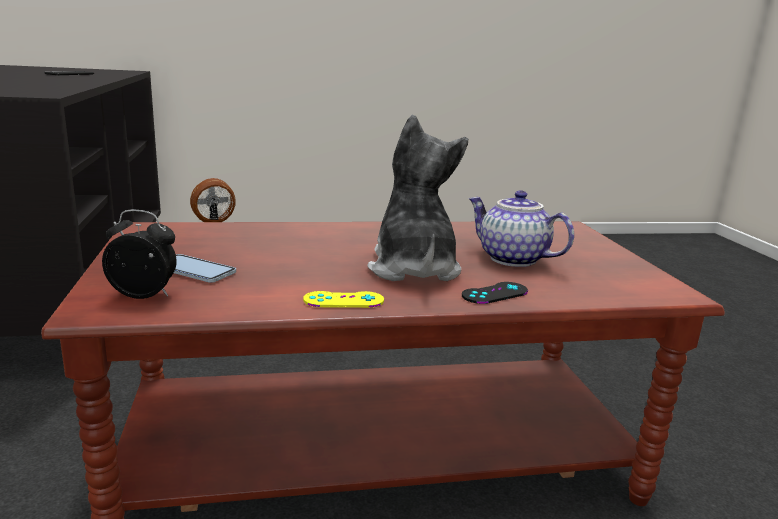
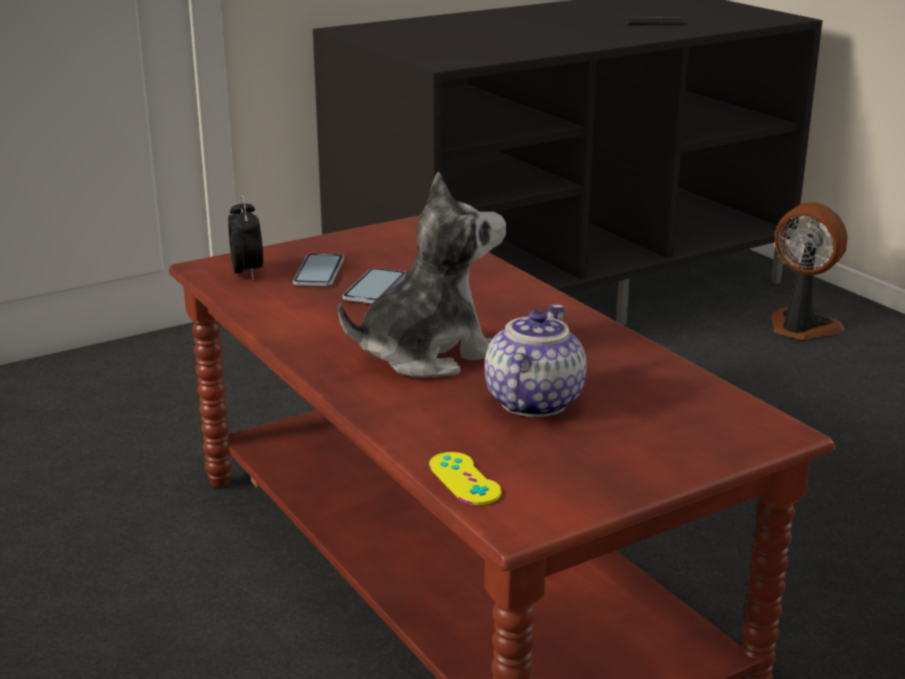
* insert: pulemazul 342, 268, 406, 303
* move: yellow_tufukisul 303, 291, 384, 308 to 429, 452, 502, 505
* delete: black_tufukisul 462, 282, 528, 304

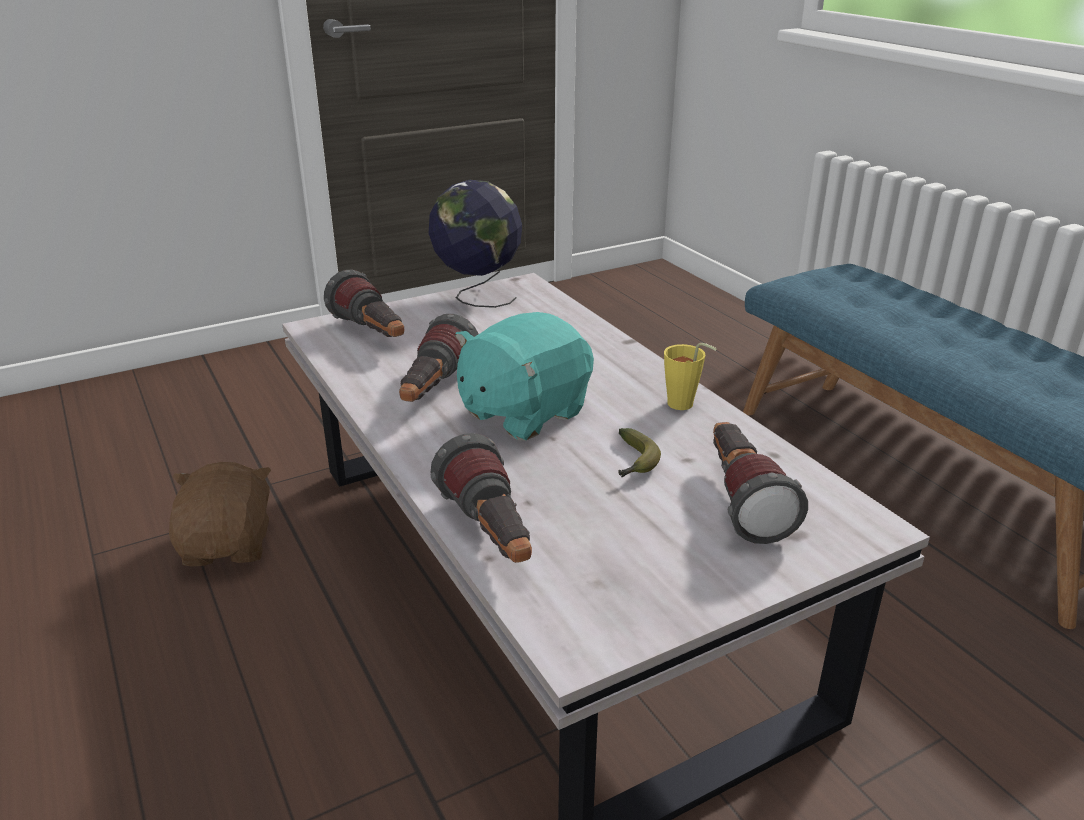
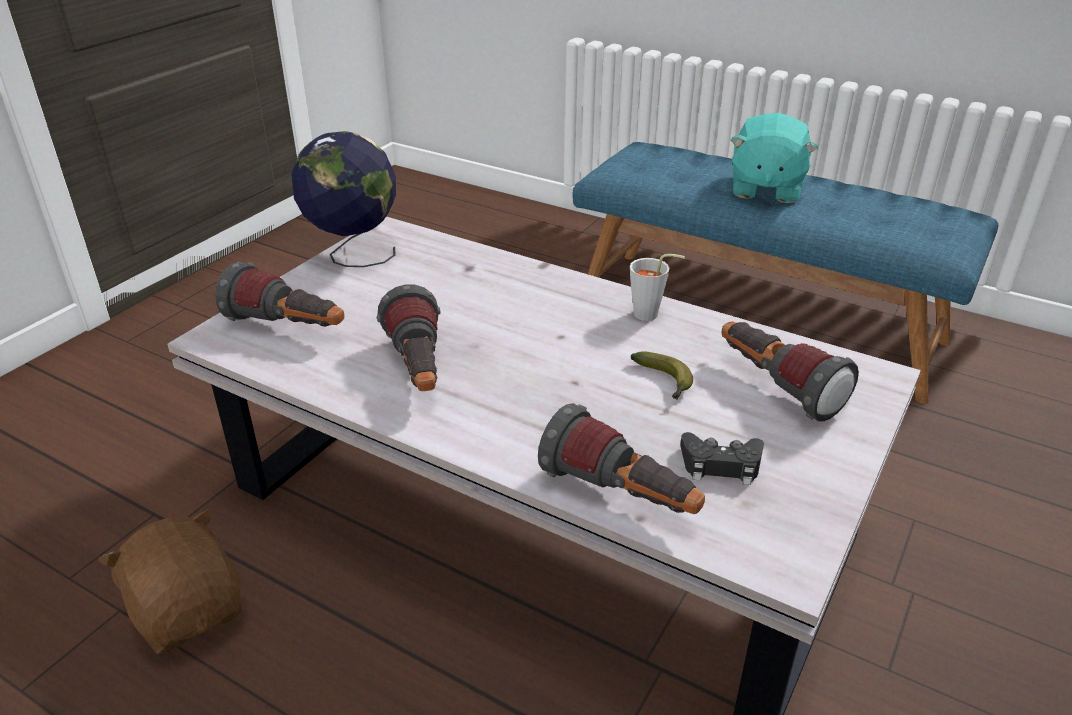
* recolor: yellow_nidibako 664, 343, 717, 410 to grey_nidibako 630, 254, 685, 321
* insert: black_tufukisul 680, 432, 764, 485
* move: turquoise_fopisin 455, 312, 594, 440 to 731, 113, 818, 203

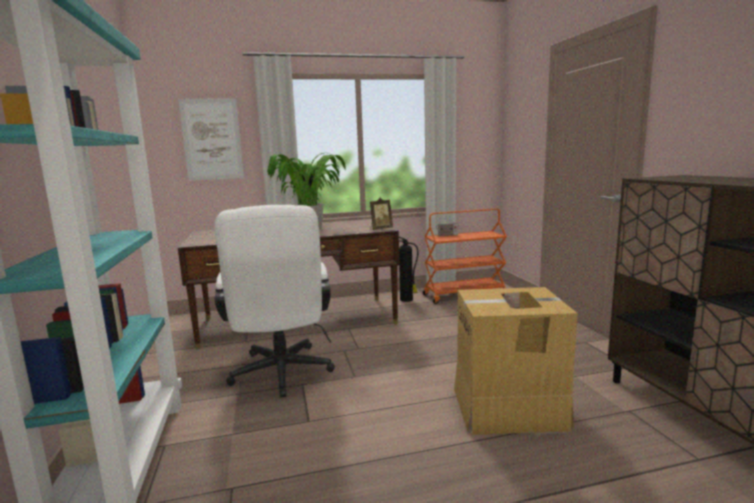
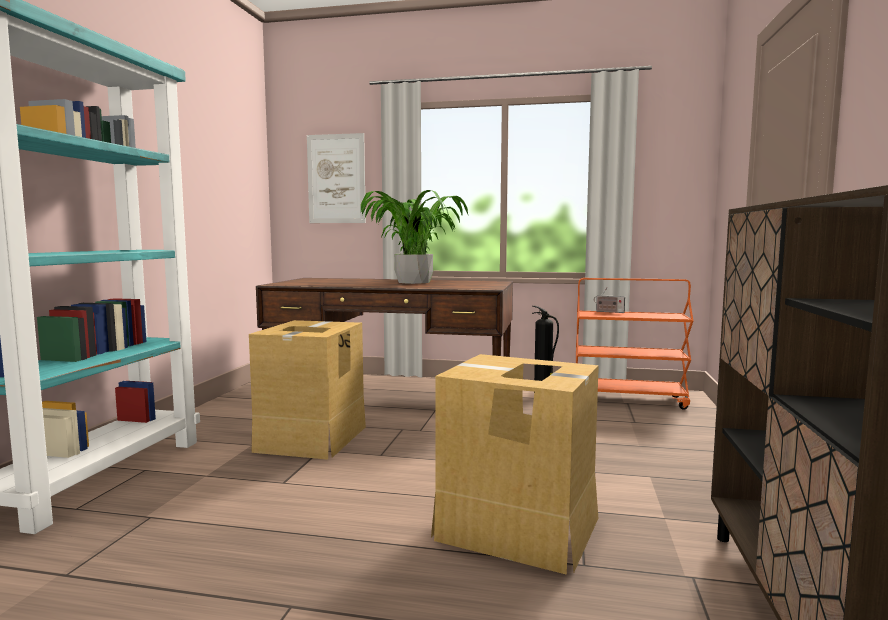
* replace: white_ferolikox 214, 205, 335, 398 to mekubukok 249, 320, 366, 460
* delete: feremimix 370, 198, 393, 230

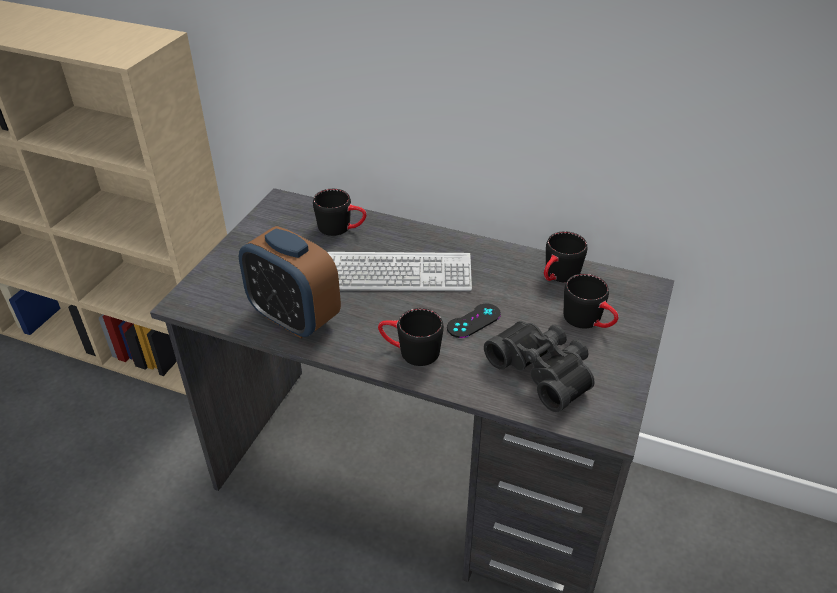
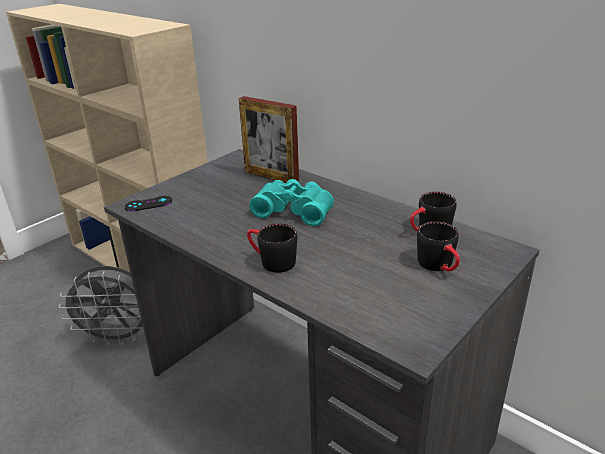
* insert: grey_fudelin 59, 266, 143, 346
* move: black_tufukisul 447, 304, 501, 338 to 125, 196, 172, 211
* replace: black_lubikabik 313, 189, 366, 236 to feremimix 239, 96, 299, 183
* replace: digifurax 327, 252, 472, 291 to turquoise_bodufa 249, 179, 334, 226
* delete: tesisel 239, 226, 341, 338
* delete: black_bodufa 484, 321, 595, 412

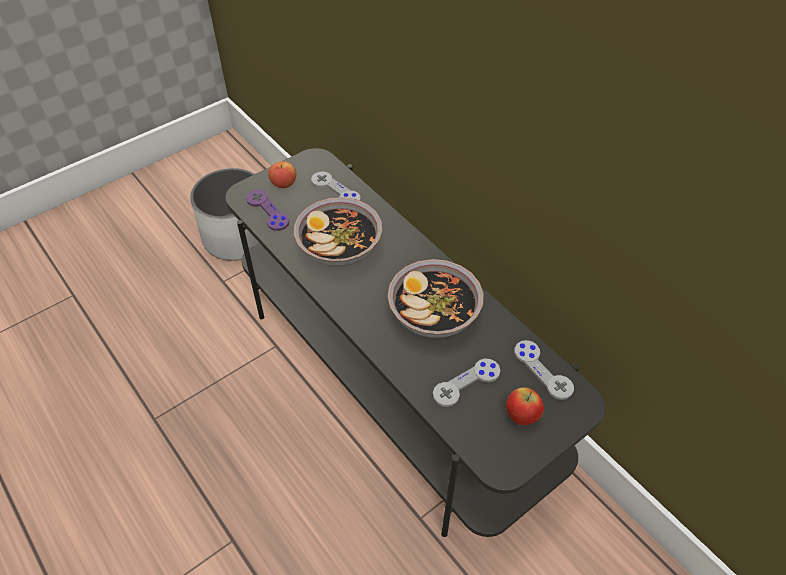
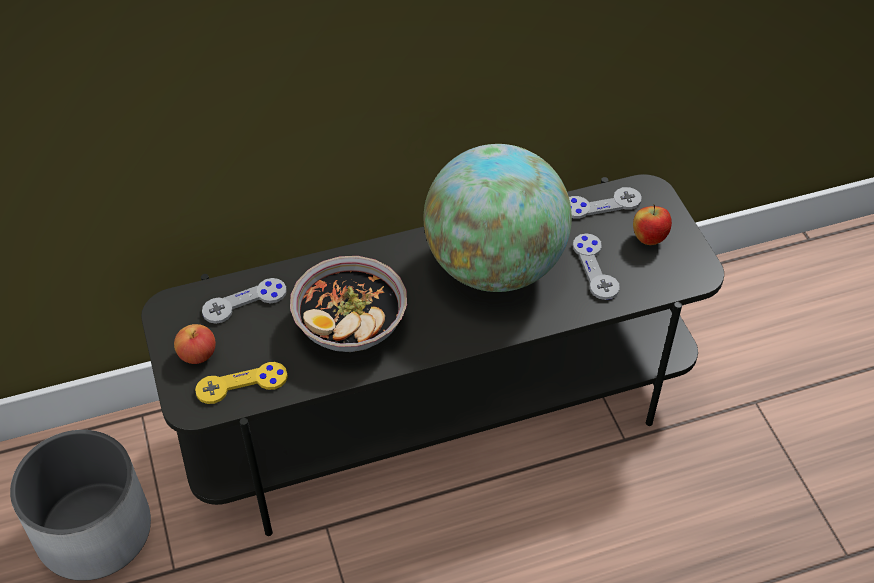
* recolor: purple_tufukisul 246, 190, 289, 231 to yellow_tufukisul 195, 362, 288, 404
* replace: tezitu 387, 259, 484, 338 to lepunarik 424, 144, 572, 292

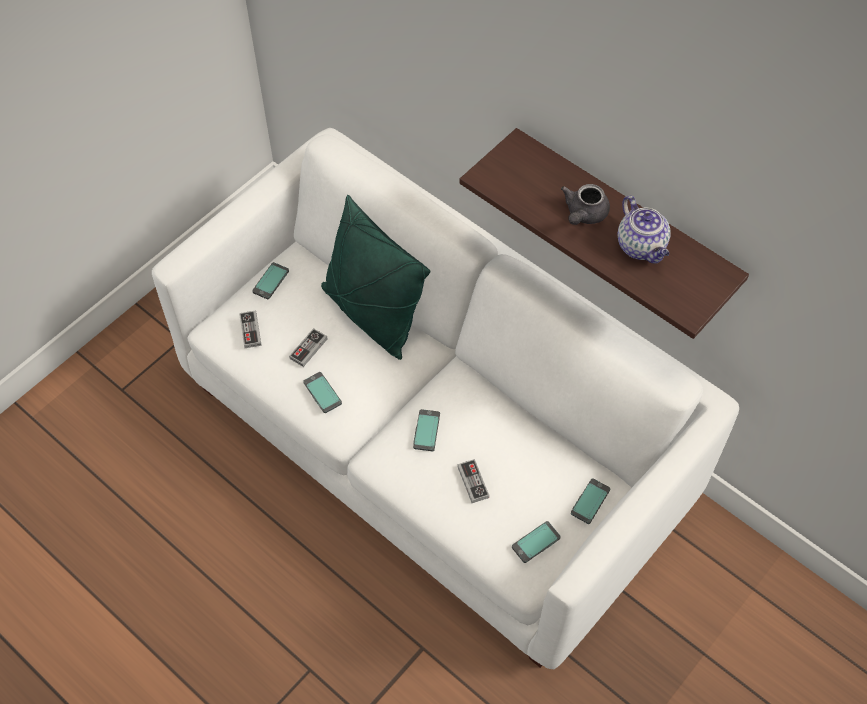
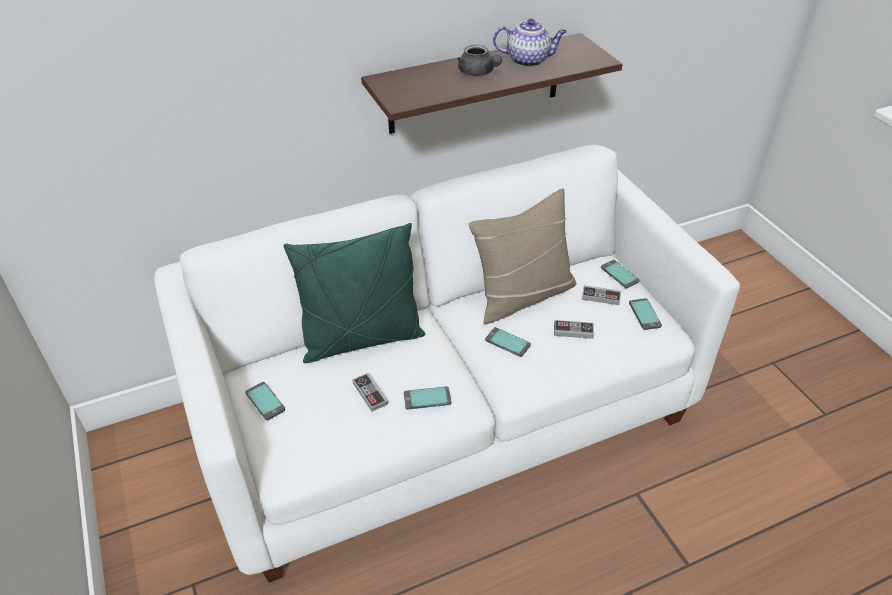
* insert: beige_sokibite 469, 188, 577, 324
* move: tufukisul 239, 310, 262, 348 to 582, 285, 621, 305

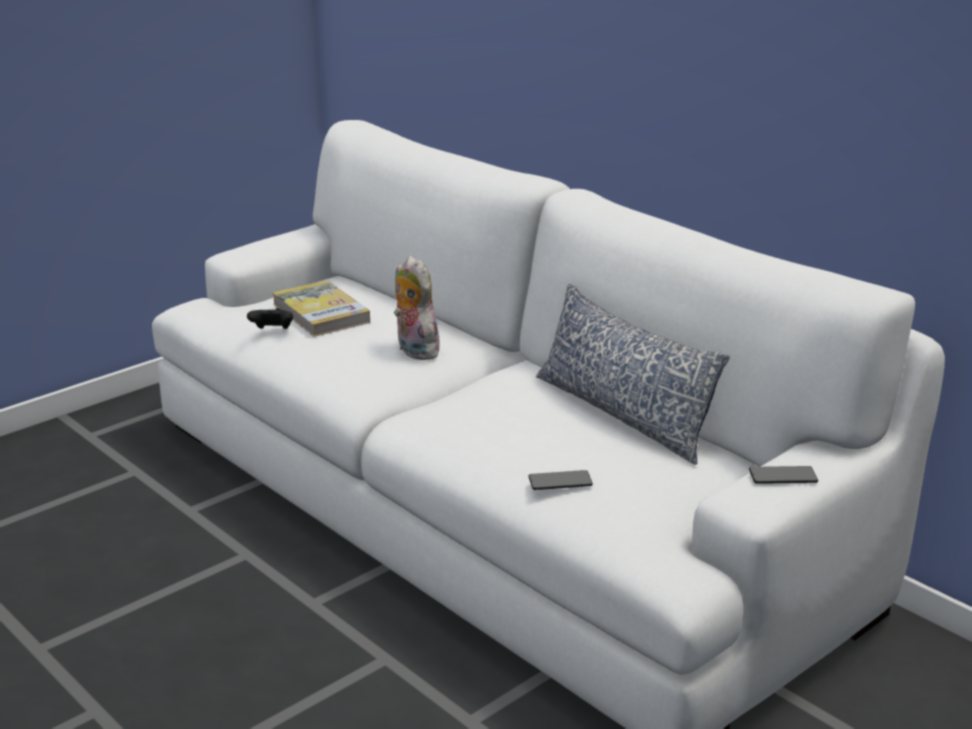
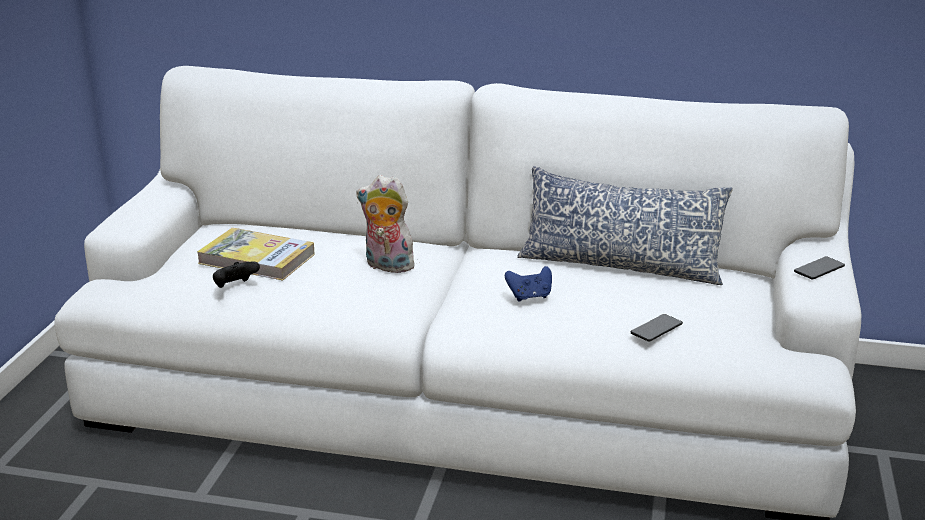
* insert: blue_tufukisul 505, 266, 552, 302

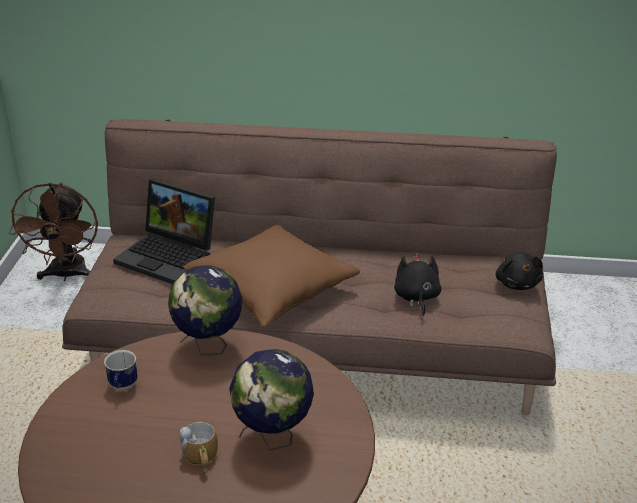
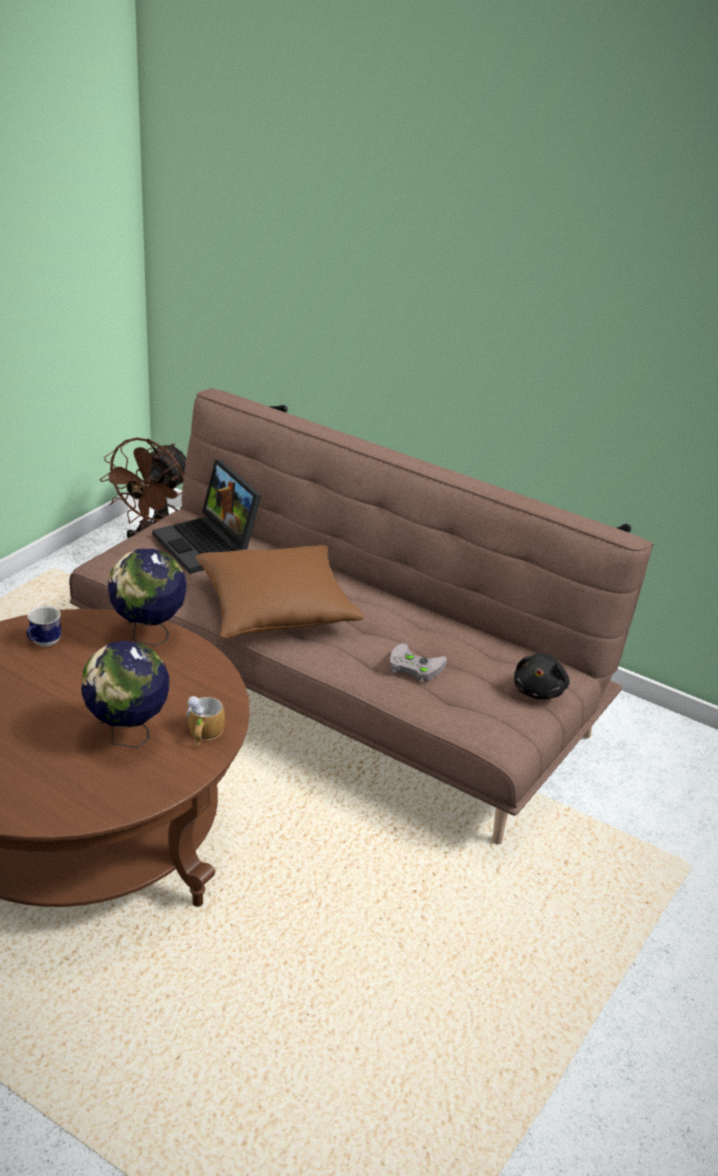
* move: lubikabik 179, 422, 218, 472 to 186, 696, 225, 745
* replace: black_fopisin 394, 253, 441, 317 to grey_tufukisul 390, 643, 447, 683

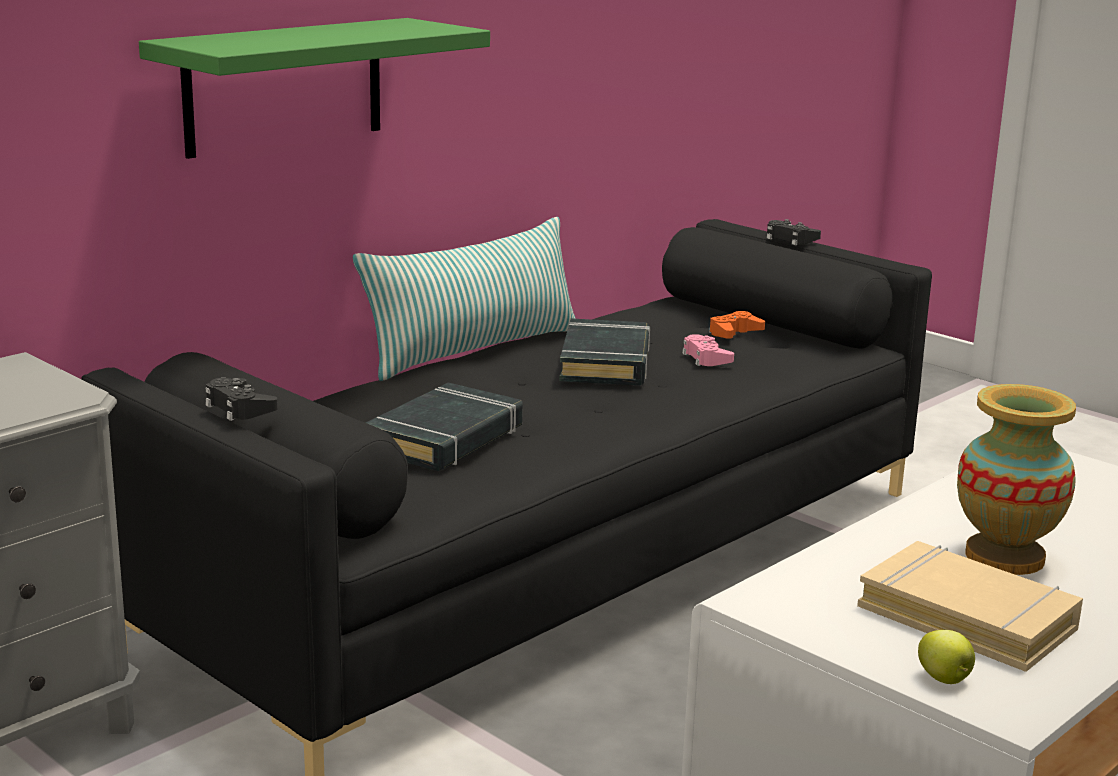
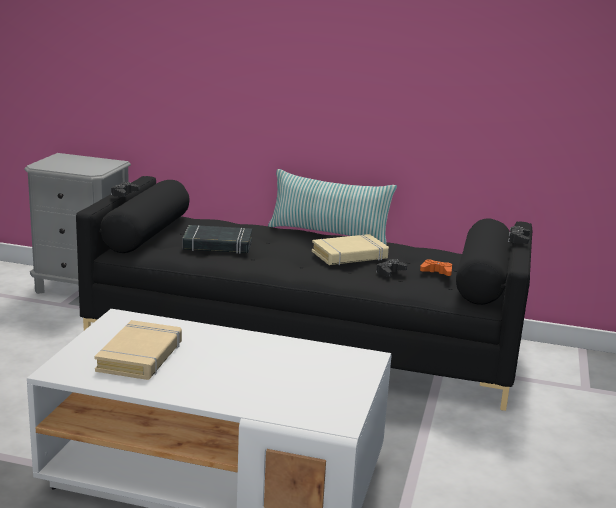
* recolor: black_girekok 559, 318, 650, 385 to beige_girekok 312, 234, 389, 265
* recolor: pink_tufukisul 682, 334, 734, 366 to black_tufukisul 376, 259, 407, 277
* delete: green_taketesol 139, 18, 490, 159
* delete: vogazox 918, 630, 975, 684
* delete: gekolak 957, 384, 1076, 575

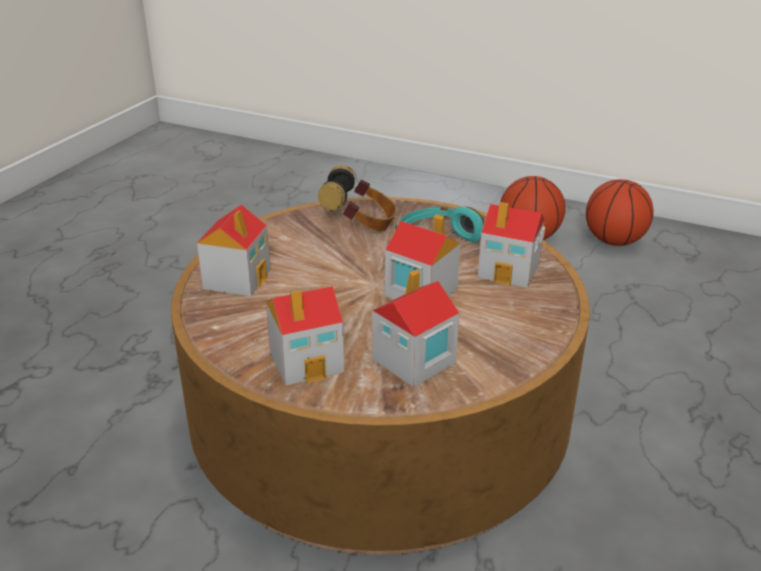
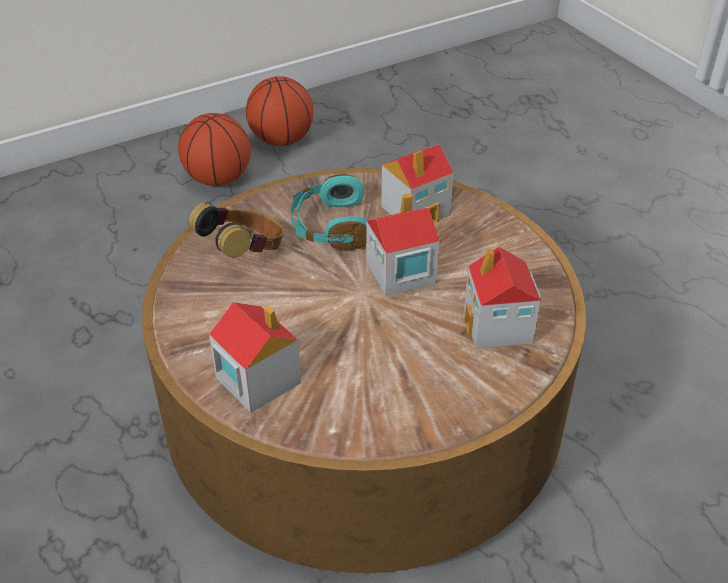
* delete: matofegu 266, 286, 344, 386

